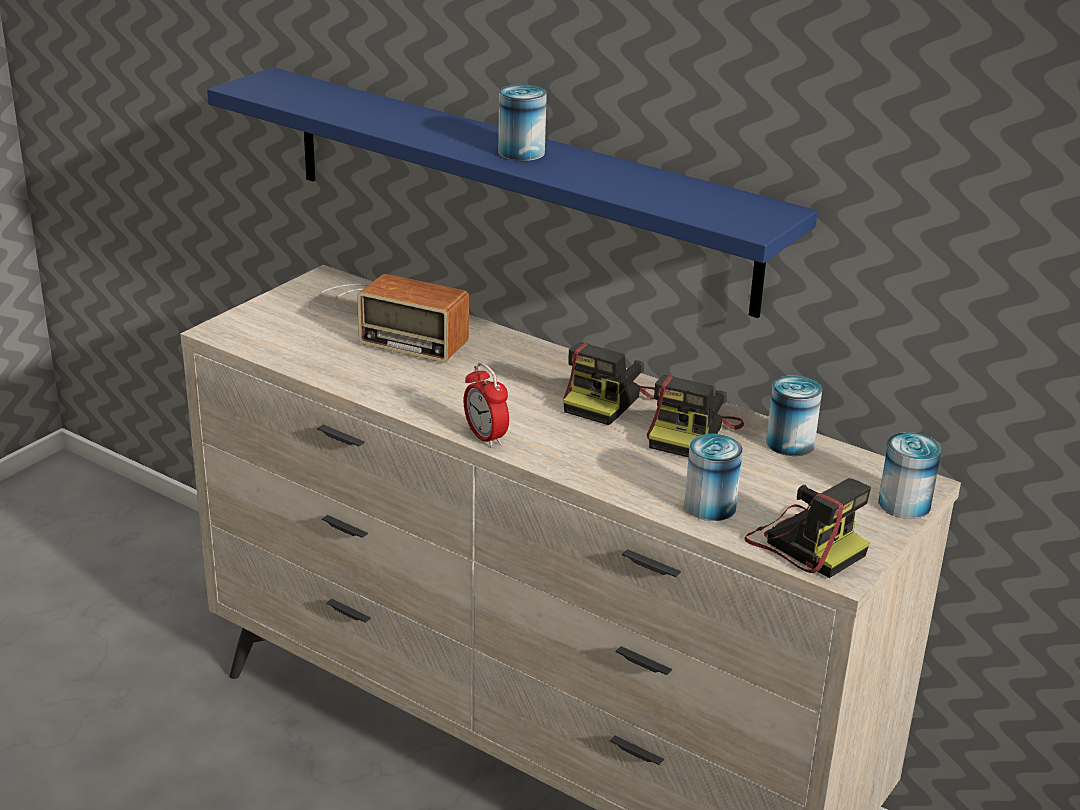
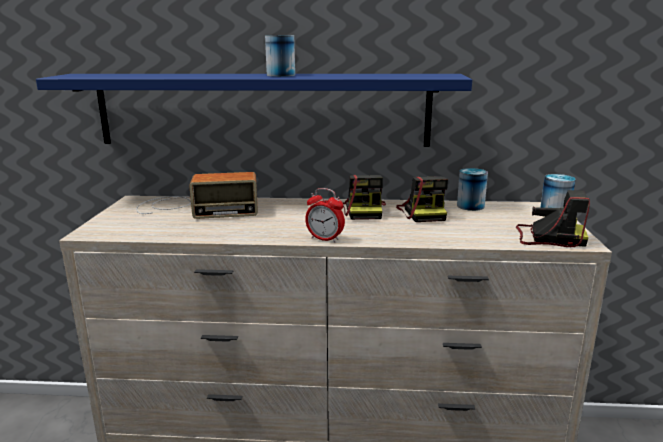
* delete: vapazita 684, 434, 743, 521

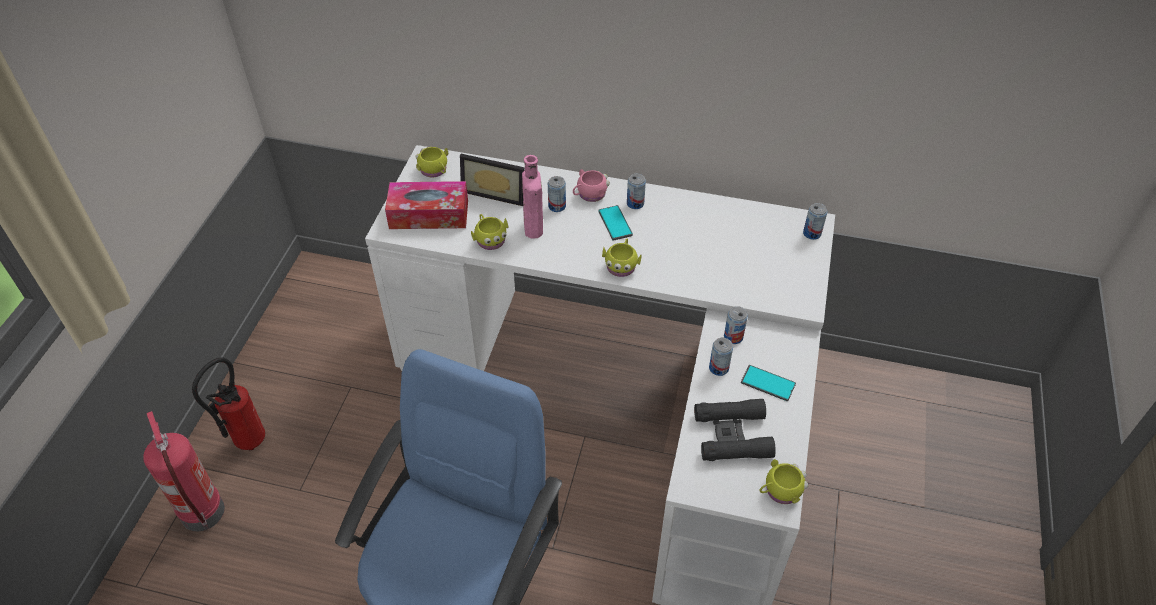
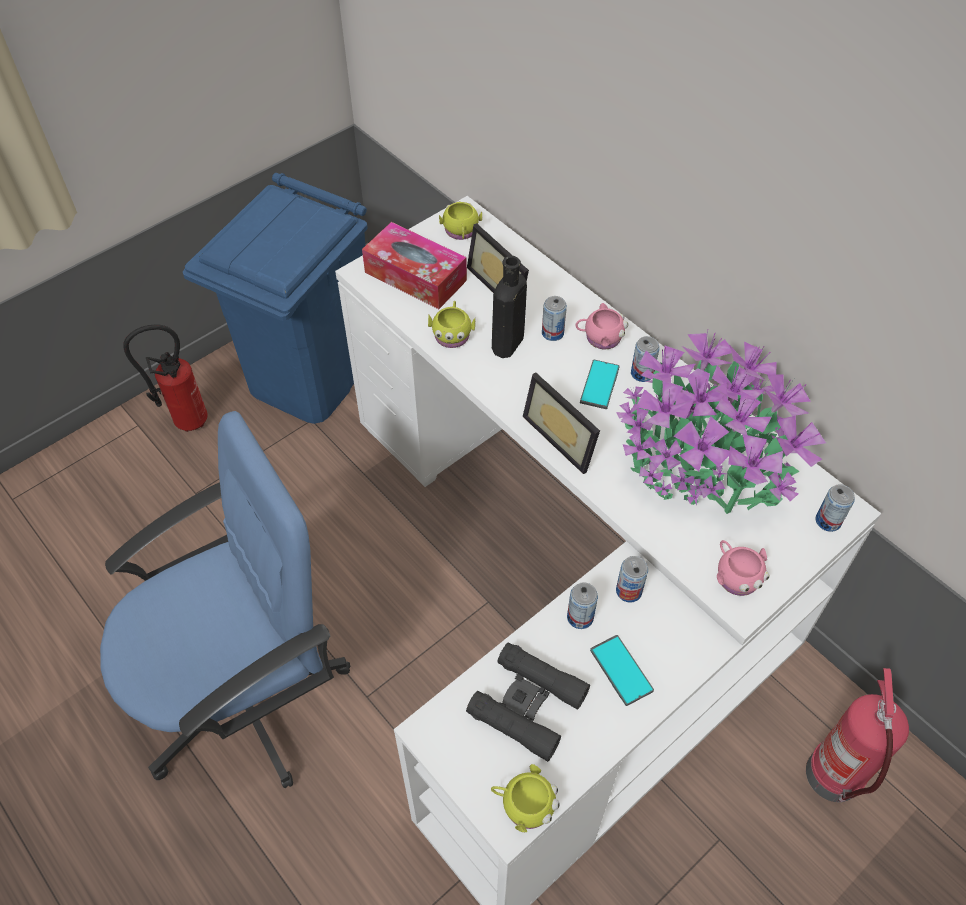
* insert: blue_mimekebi 183, 173, 368, 424
* recolor: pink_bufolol 522, 155, 543, 239 to black_bufolol 492, 256, 527, 358
* replace: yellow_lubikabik 602, 238, 641, 277 to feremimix 523, 372, 600, 474
* insert: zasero 616, 330, 826, 514
* insert: pink_lubikabik 717, 540, 769, 596
* move: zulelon 143, 411, 225, 531 to 806, 668, 909, 802

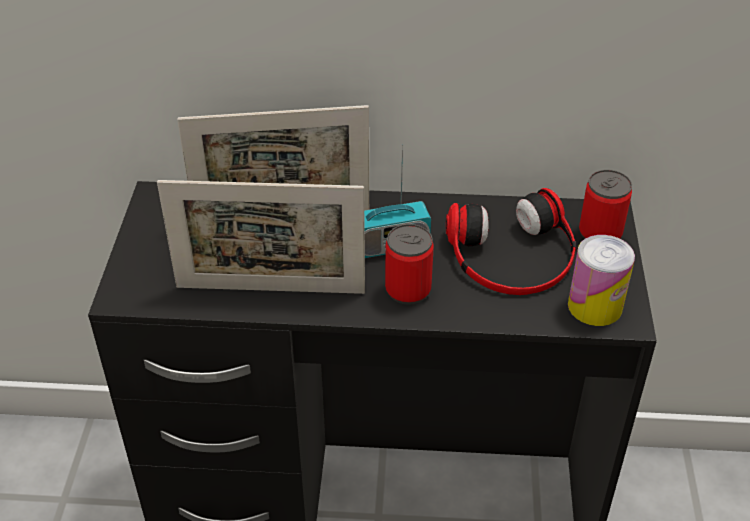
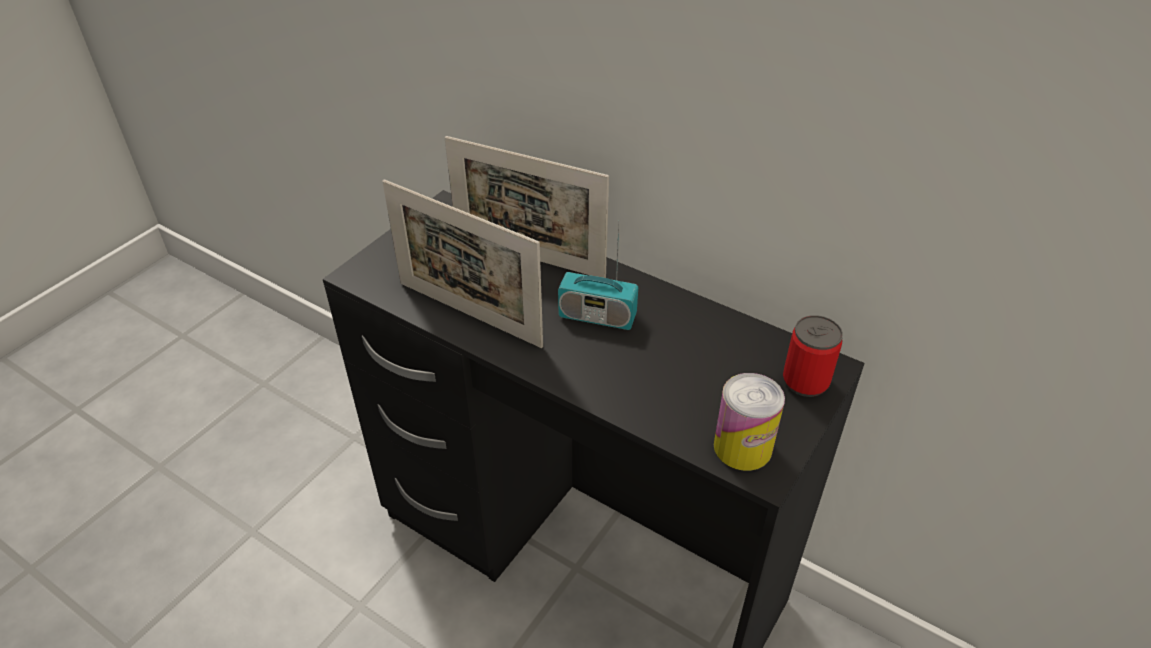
* delete: vapazita 385, 224, 434, 305
* delete: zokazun 445, 188, 576, 295

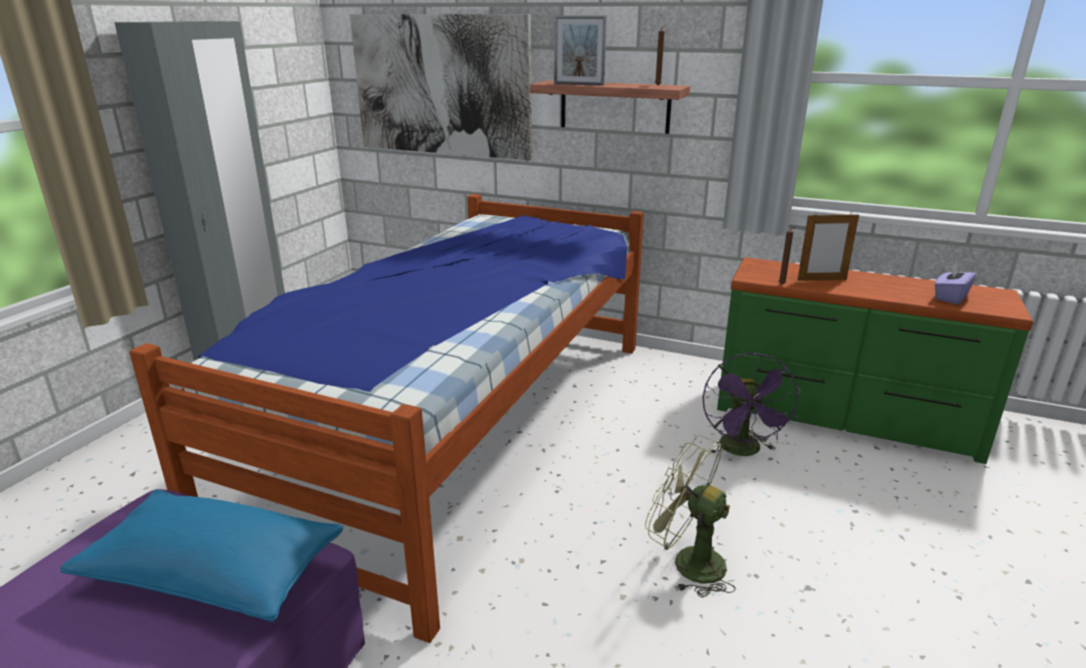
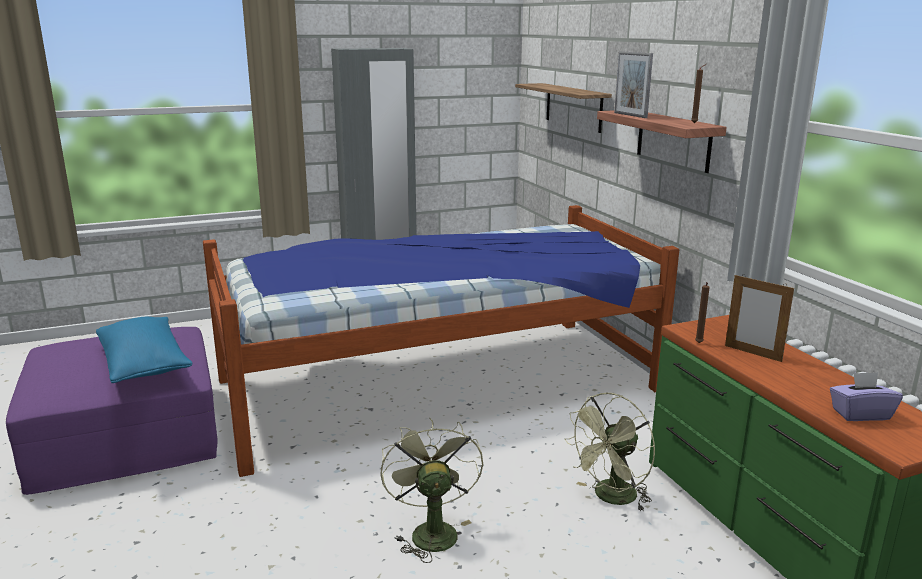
* replace: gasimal 350, 14, 532, 160 to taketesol 515, 83, 612, 133
* recolor: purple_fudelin 703, 353, 801, 456 to green_fudelin 565, 393, 656, 512

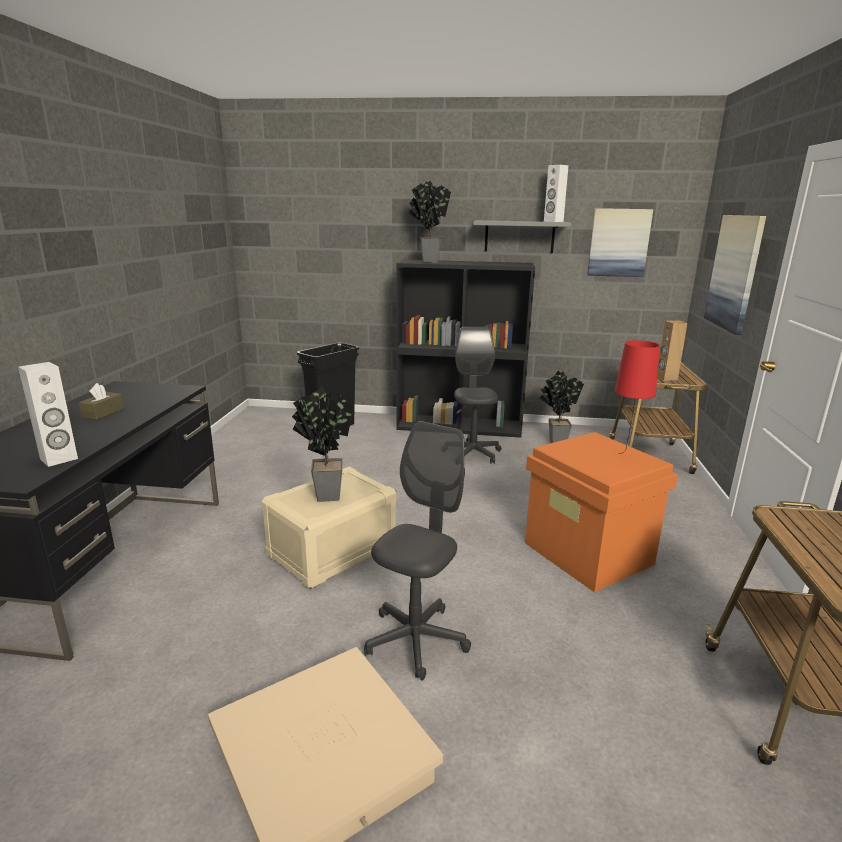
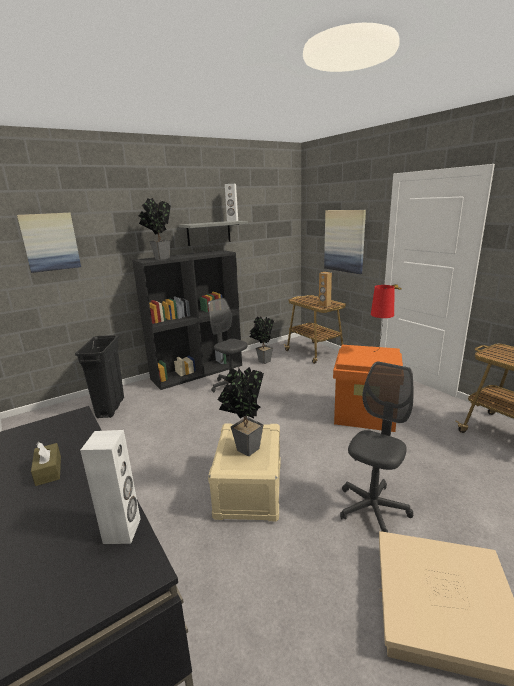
* move: gasimal 587, 208, 653, 277 to 17, 213, 81, 273
* rotate: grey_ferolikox 364, 421, 471, 680 = 340, 361, 413, 532 45 degrees clockwise

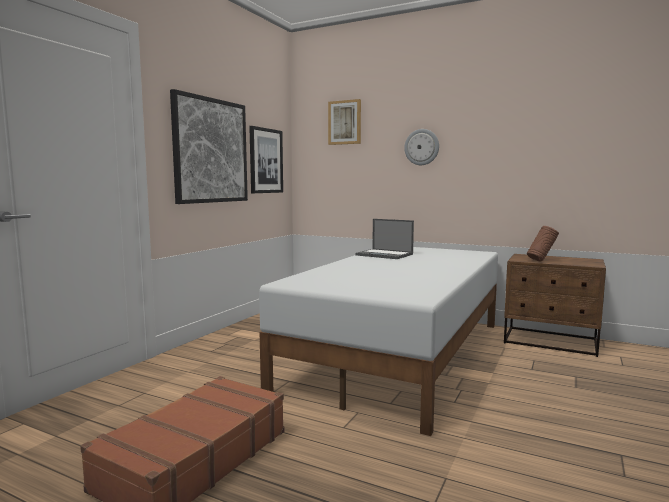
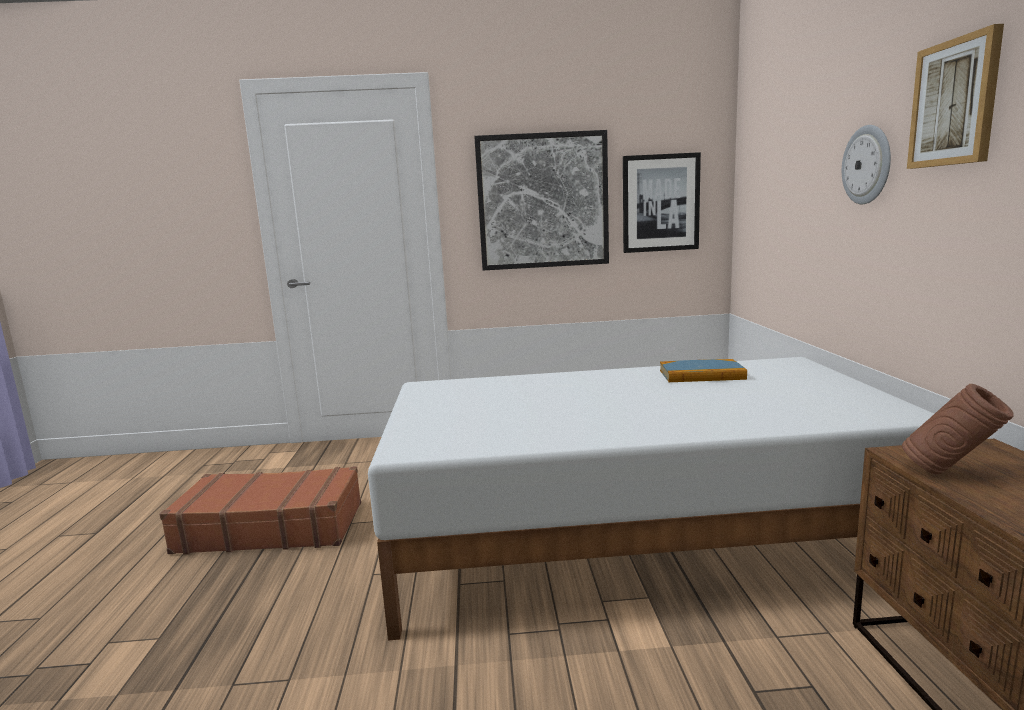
* replace: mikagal 355, 219, 414, 259 to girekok 660, 359, 747, 382
* move: gasimal 328, 99, 361, 145 to 907, 24, 1004, 169

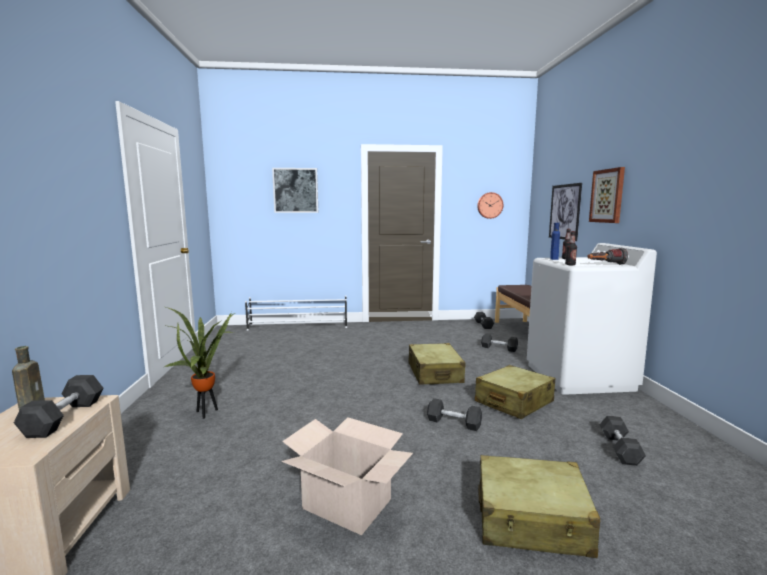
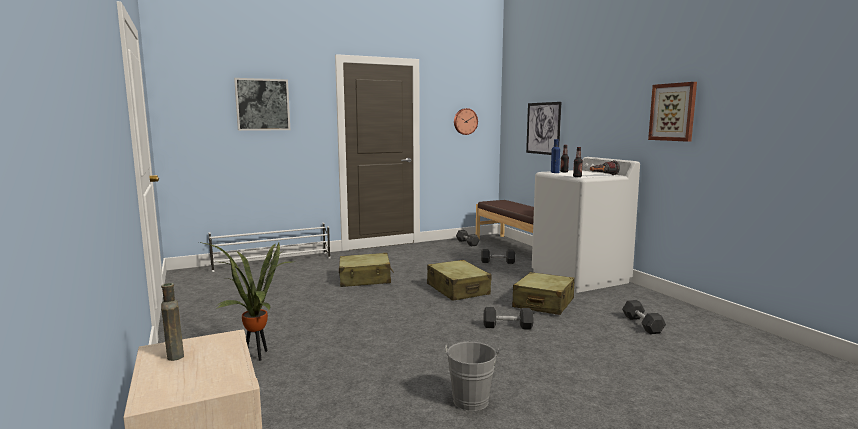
* move: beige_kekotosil 478, 455, 600, 558 to 339, 253, 394, 287
* replace: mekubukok 282, 417, 413, 535 to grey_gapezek 445, 342, 499, 411
* move: gasimal 589, 167, 625, 223 to 648, 82, 697, 142
* delete: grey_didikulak 14, 375, 103, 438

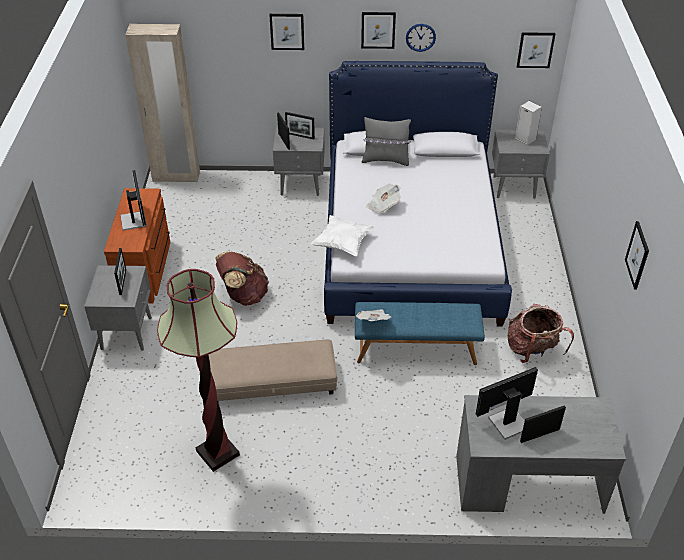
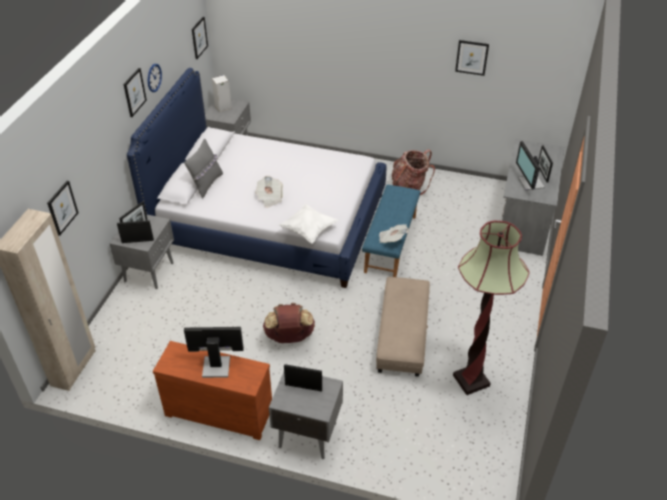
* move: gasimal 269, 14, 304, 50 to 47, 180, 78, 236

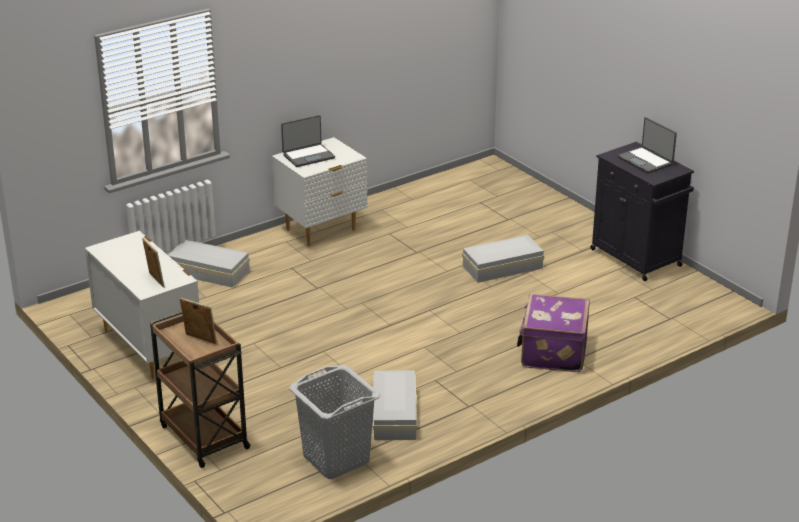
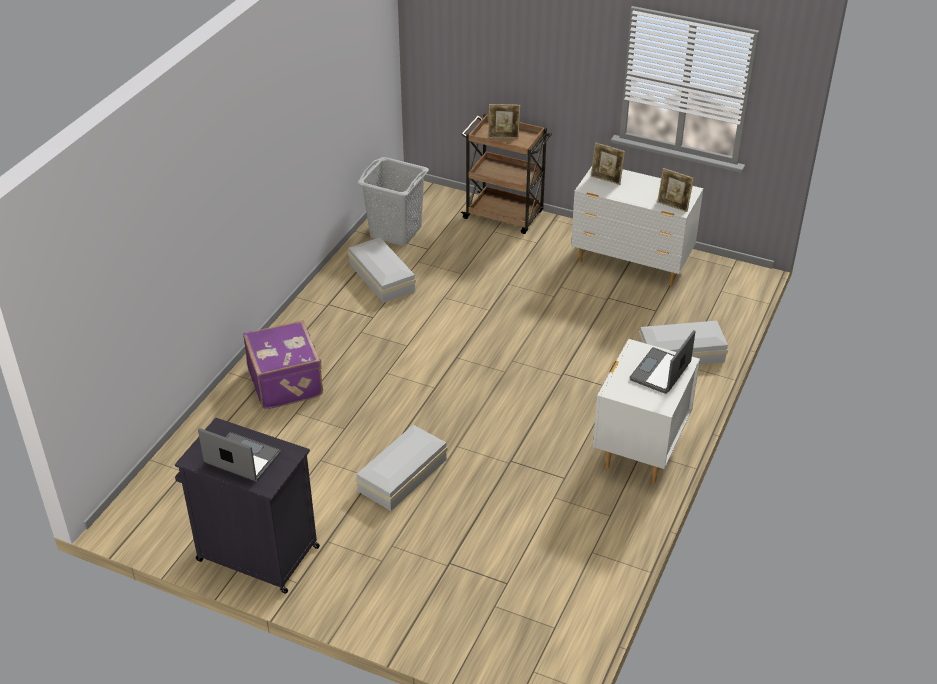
* insert: feremimix 657, 168, 694, 212

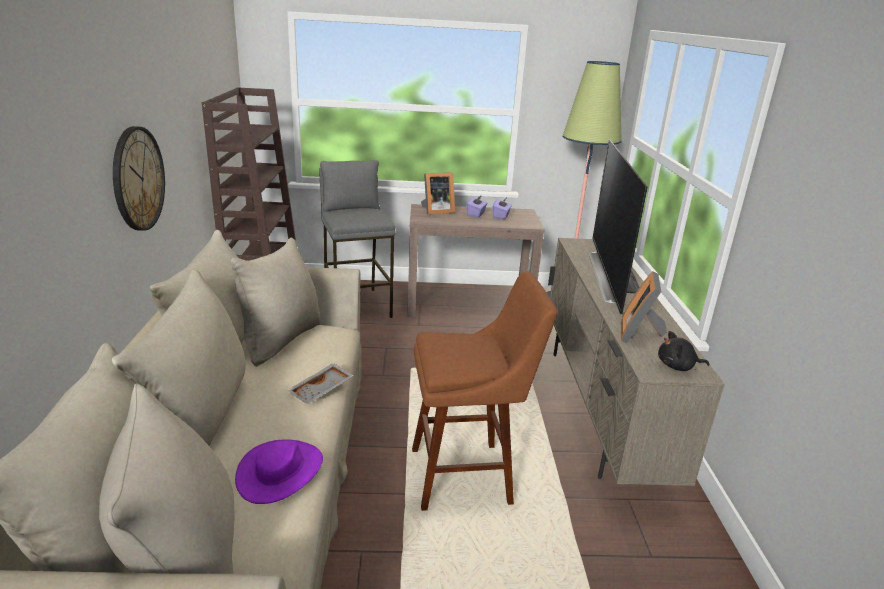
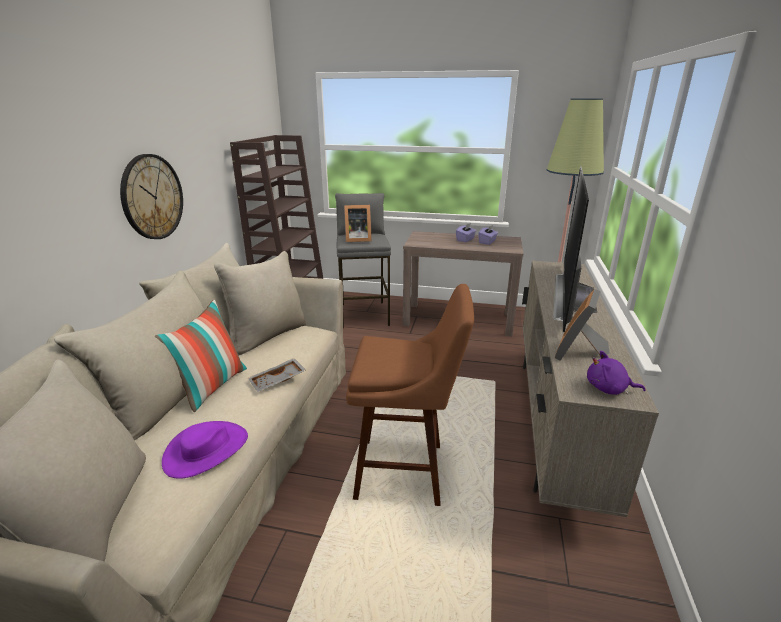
* insert: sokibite 155, 300, 247, 412
* move: feremimix 421, 172, 455, 215 to 344, 205, 372, 242
* recolor: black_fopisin 658, 331, 709, 371 to purple_fopisin 587, 351, 646, 395

